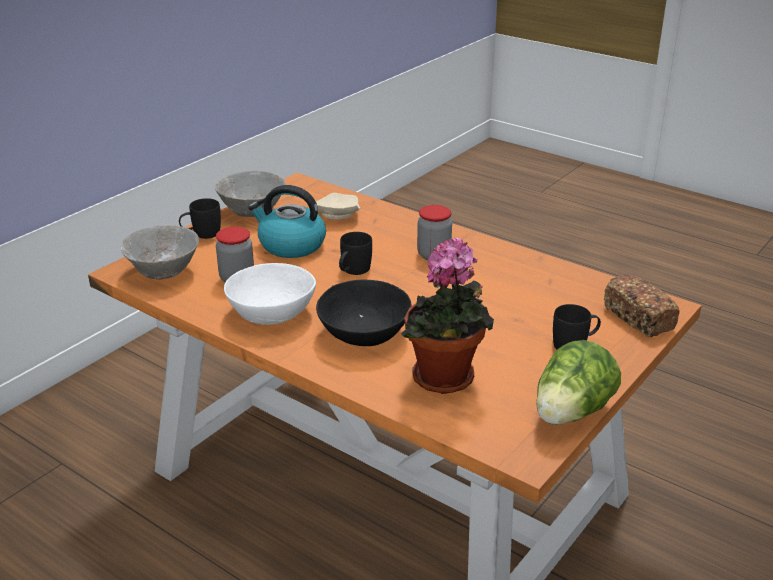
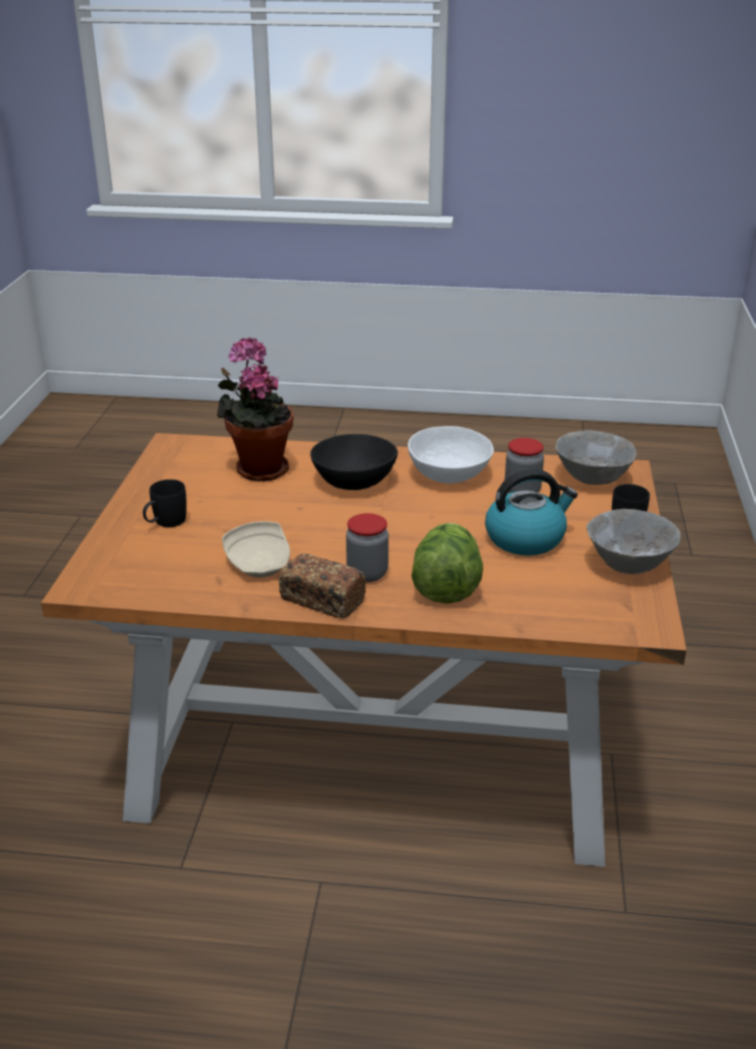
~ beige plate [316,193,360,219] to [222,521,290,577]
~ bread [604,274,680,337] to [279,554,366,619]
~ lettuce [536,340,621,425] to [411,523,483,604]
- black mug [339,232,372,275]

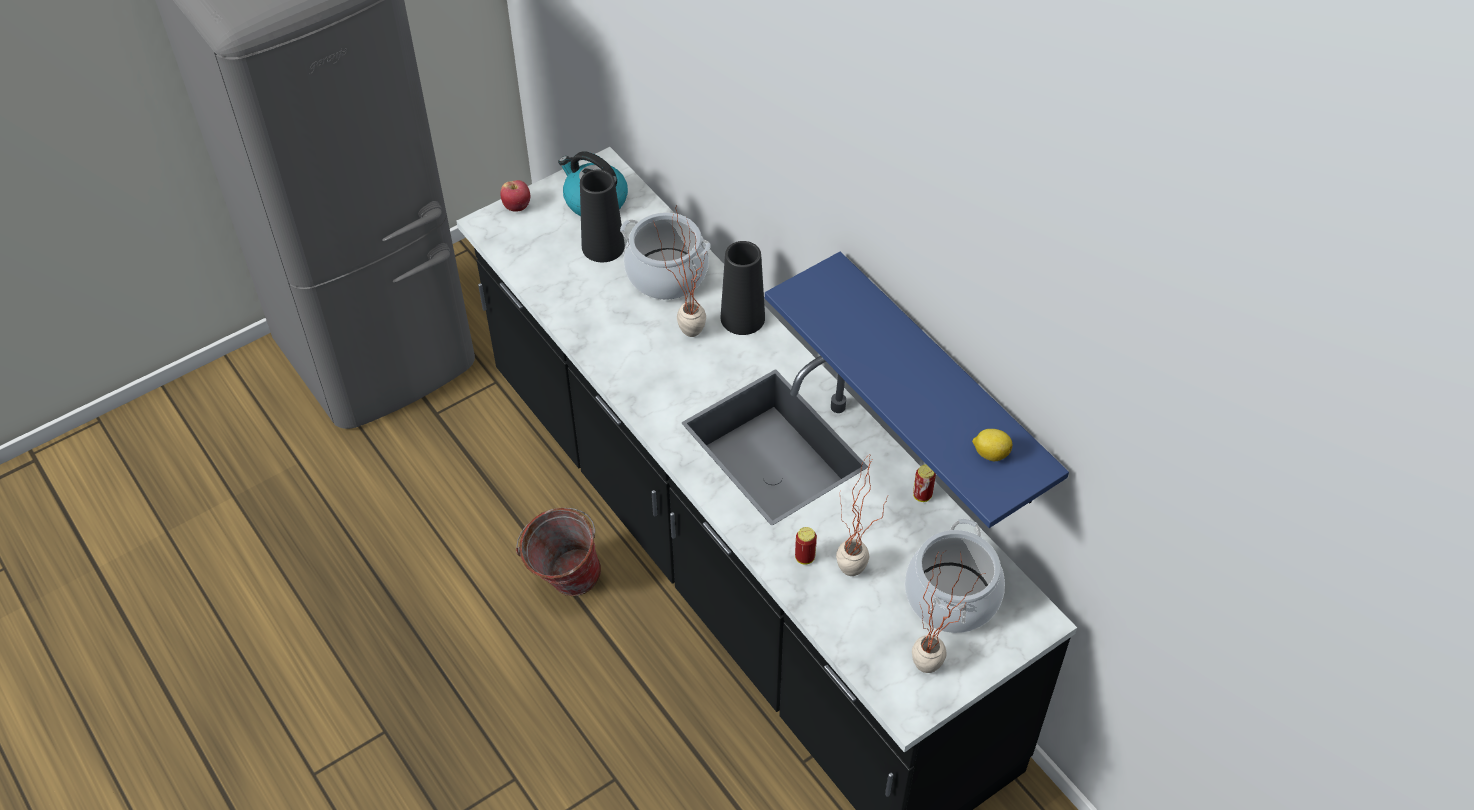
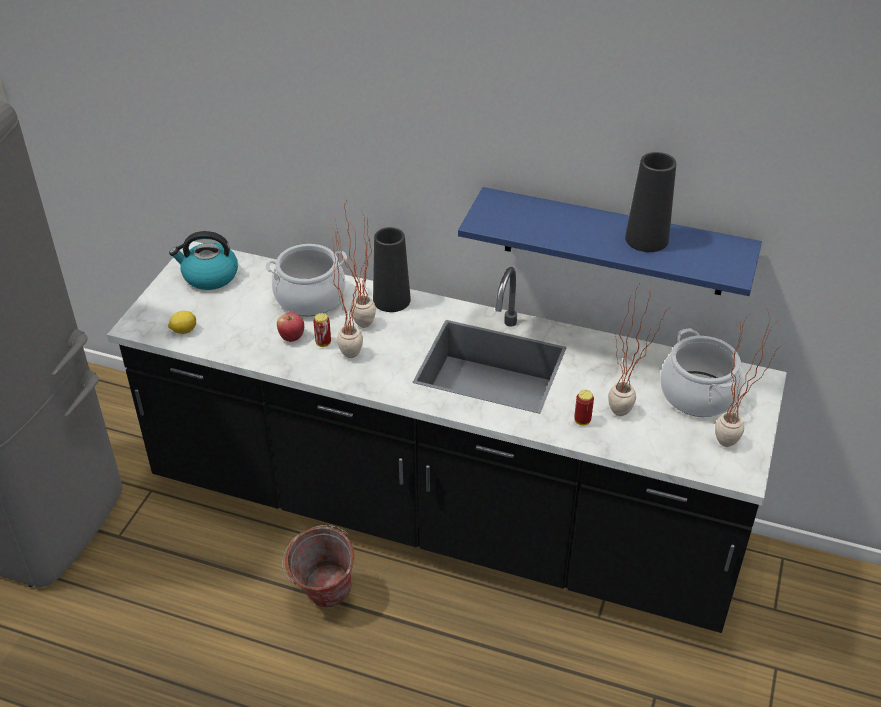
~ lemon [972,429,1012,461] to [168,311,196,334]
~ apple [500,180,530,212] to [277,312,304,342]
~ can [913,465,936,502] to [313,313,331,347]
+ potted plant [333,222,372,358]
~ black vase [580,170,625,262] to [625,152,676,252]

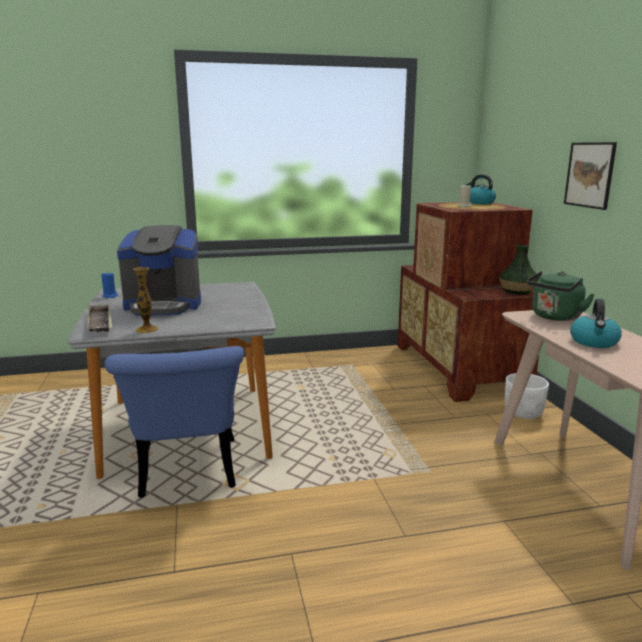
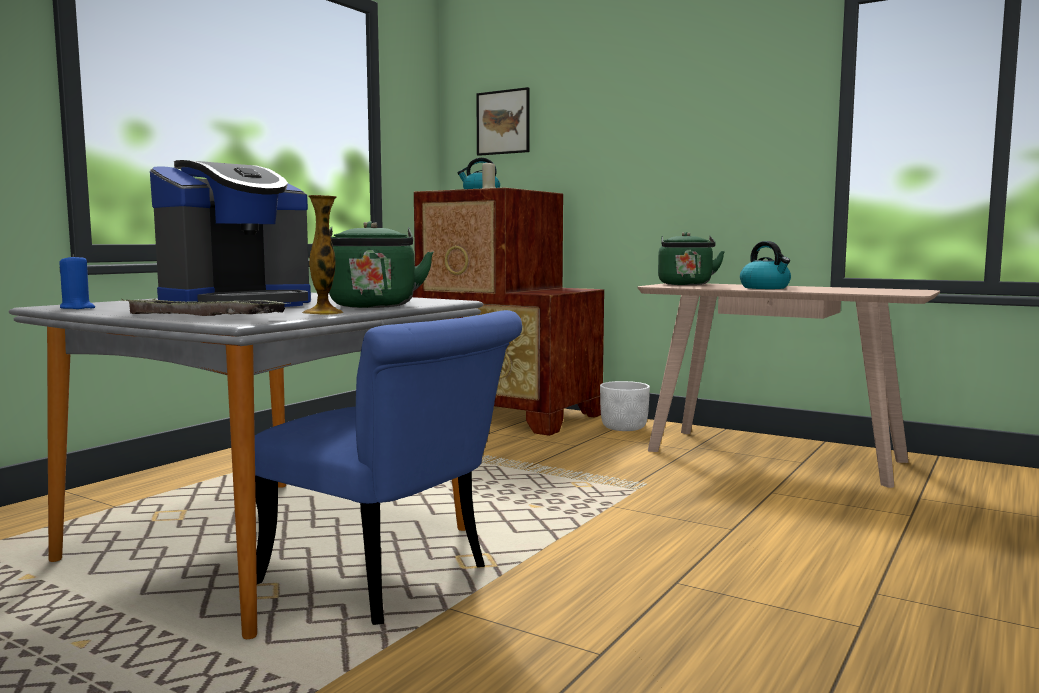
+ green kettle [329,221,434,308]
~ picture [564,142,617,210] to [476,87,530,156]
- vase [499,245,539,295]

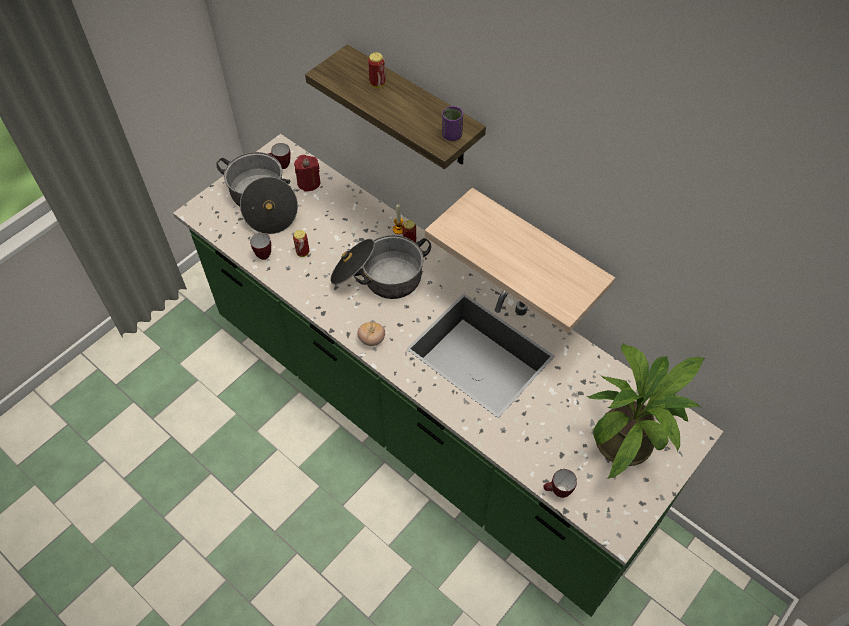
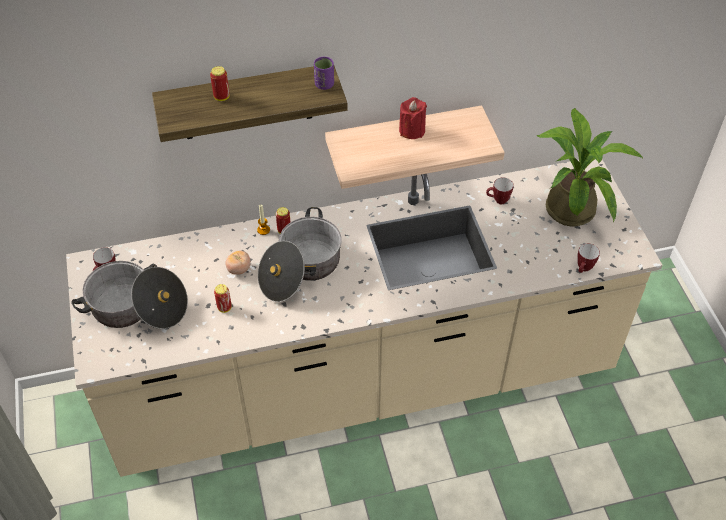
~ green counter [173,134,724,617] to beige counter [66,159,663,477]
~ tomato [357,322,385,346] to [225,250,251,275]
~ red candle [294,155,320,192] to [399,97,427,139]
~ mug [250,233,271,260] to [486,177,514,205]

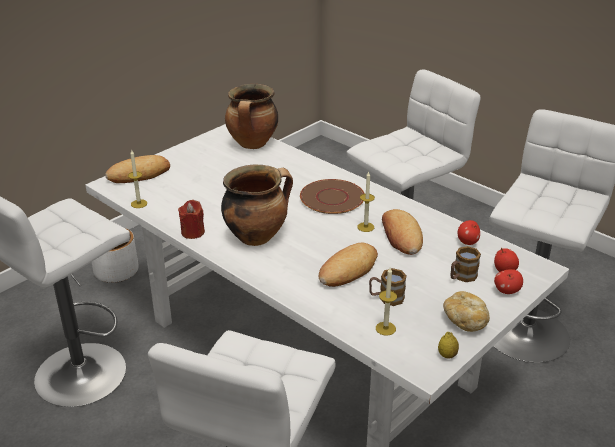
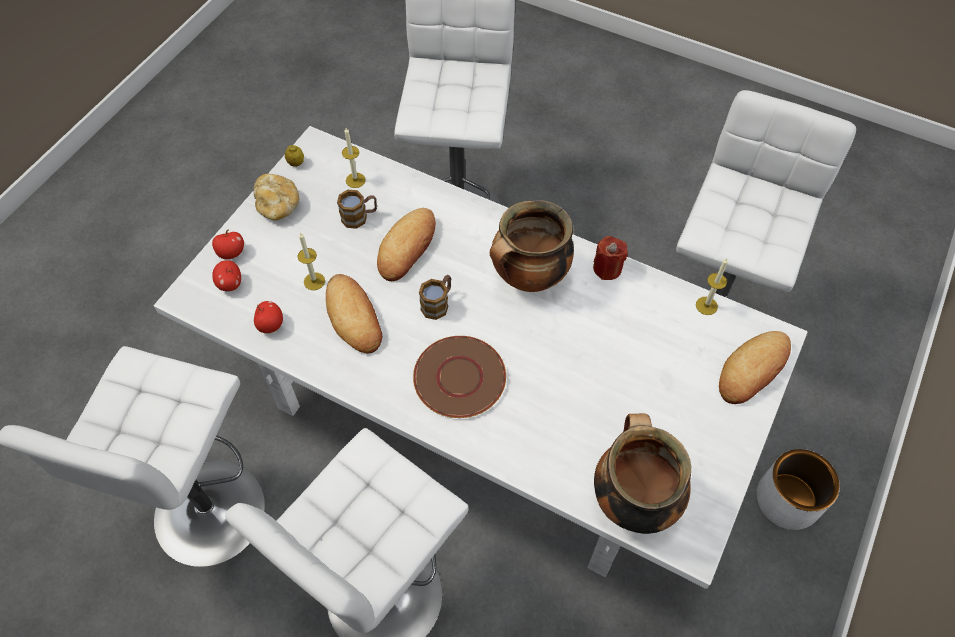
~ candle [357,172,375,232] to [298,232,325,290]
~ mug [450,246,481,282] to [419,275,451,320]

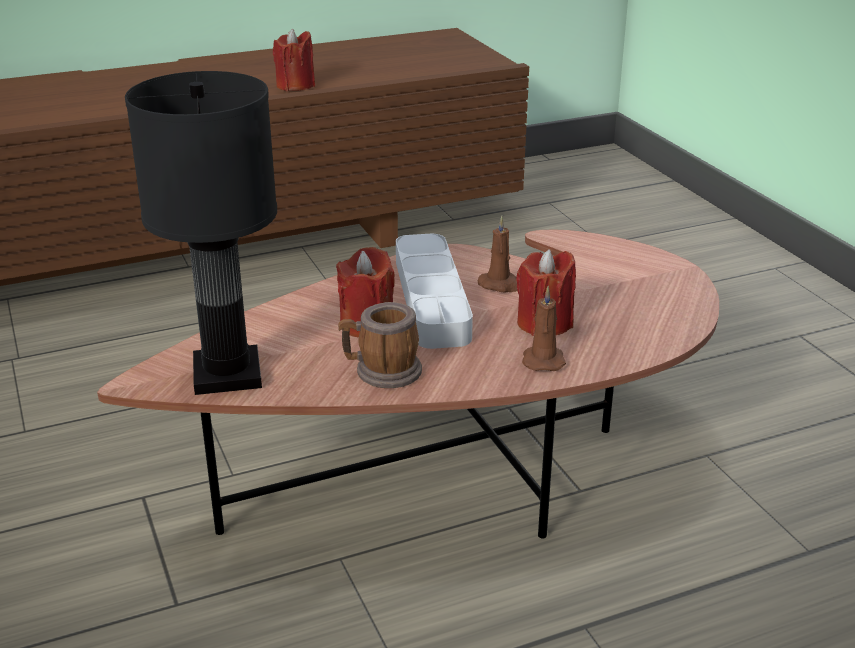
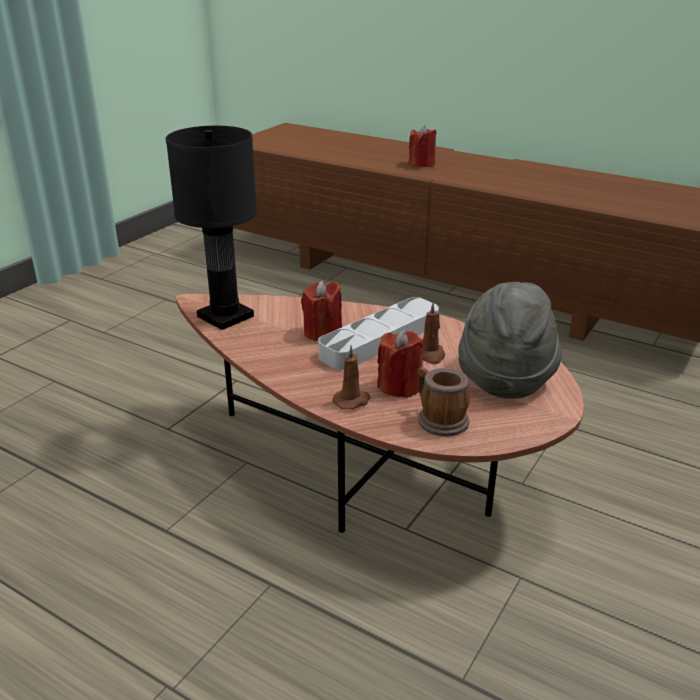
~ red candle [273,28,315,91] to [409,125,437,167]
~ mug [338,302,422,388] to [417,367,470,437]
+ grey hat [459,282,562,399]

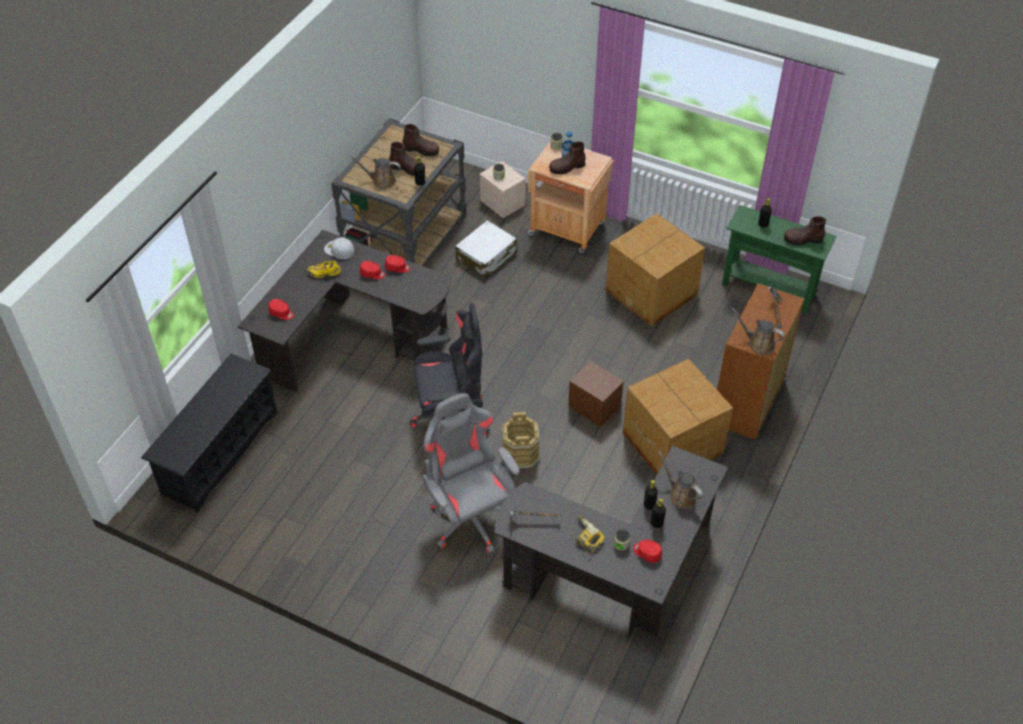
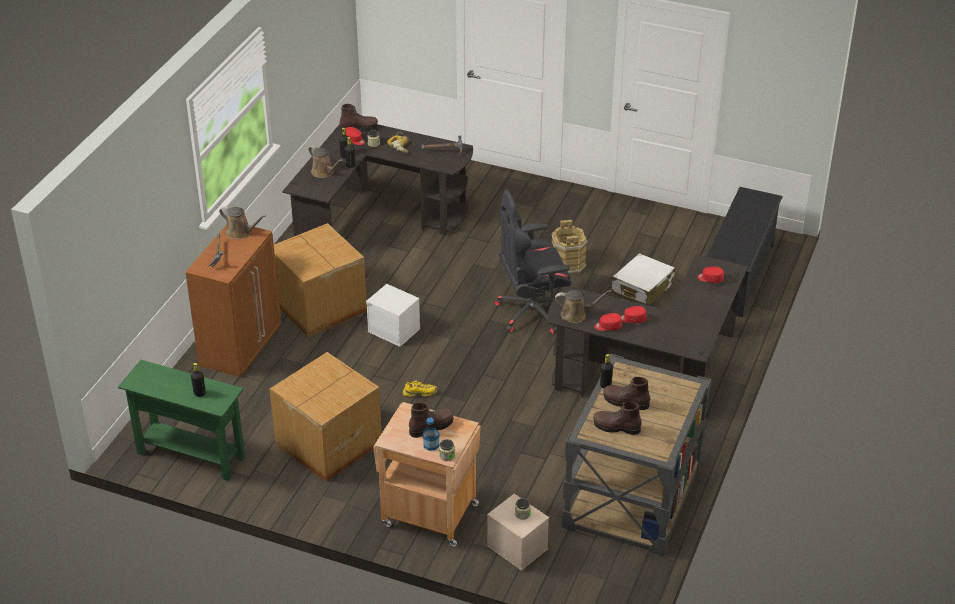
~ brown boot [784,216,826,245] to [340,104,378,131]
~ brown storage box [568,361,624,427] to white storage box [366,284,420,347]
~ yellow shoe [307,261,341,278] to [403,381,437,398]
~ brown bucket [501,412,540,469] to [551,220,588,274]
~ brown watering can [349,155,401,189] to [555,290,612,323]
~ white suitcase [455,220,517,278] to [611,253,675,306]
- white cap [324,237,355,260]
- grey office chair [422,393,520,553]

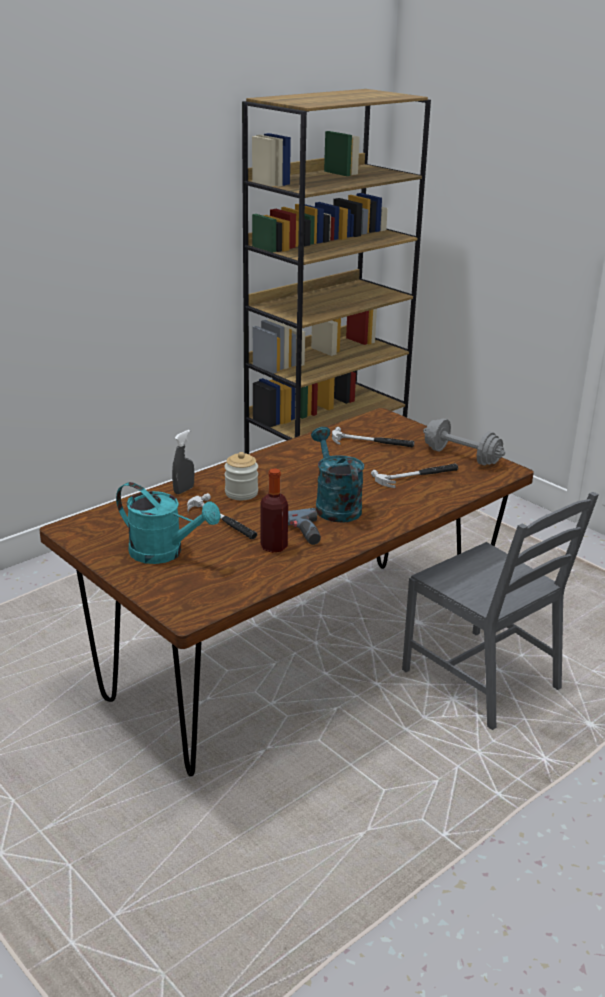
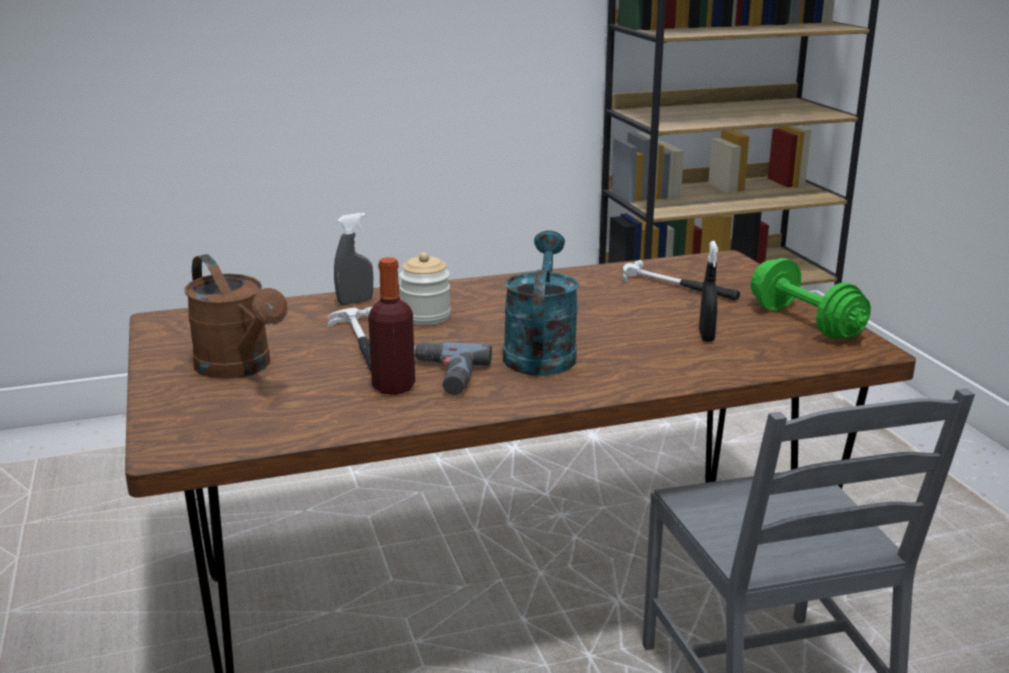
~ turquoise watering can [116,482,221,564] to brown watering can [185,254,288,379]
~ hammer [371,463,458,488] to black spray bottle [699,241,718,342]
~ grey dumbbell [423,418,505,465] to green dumbbell [751,258,871,339]

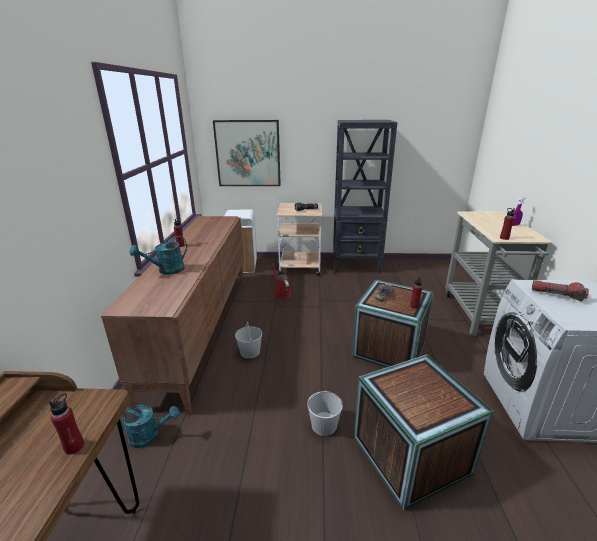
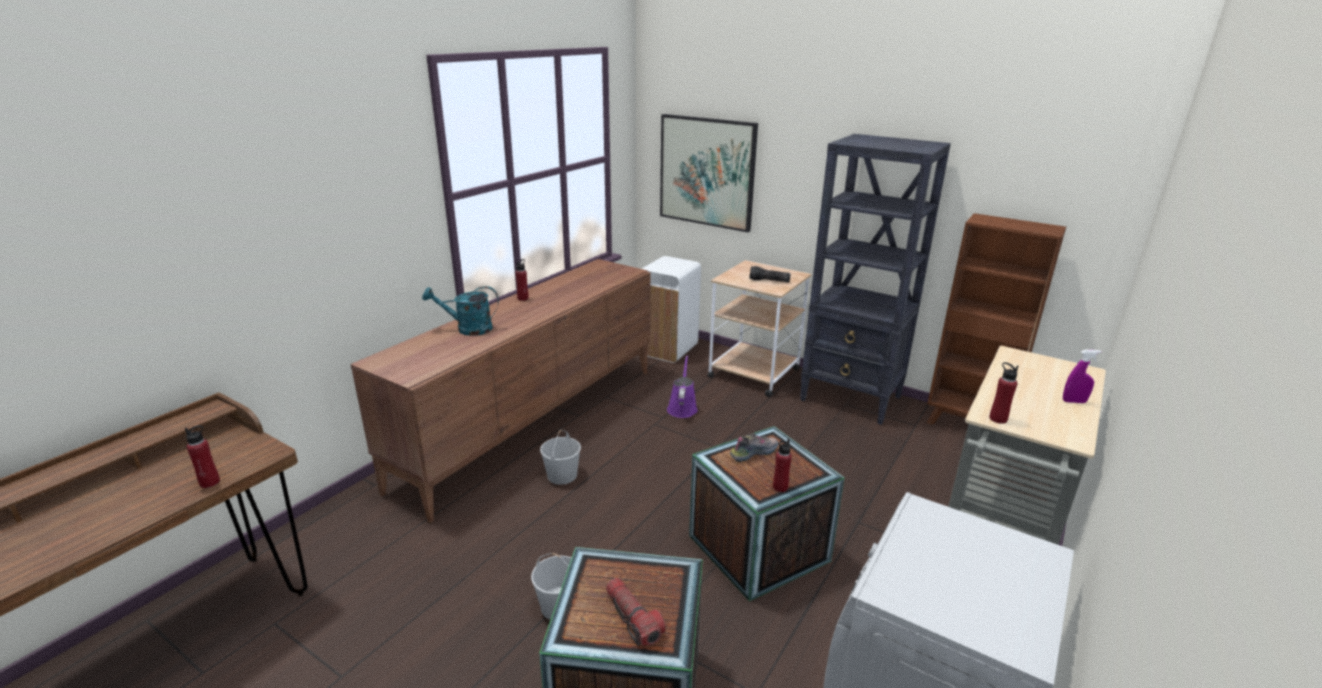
~ flashlight [532,280,589,301] to [606,578,666,646]
~ red watering can [272,263,292,299] to purple watering can [667,356,698,418]
+ brown bookcase [927,213,1066,425]
- turquoise watering can [121,405,180,448]

